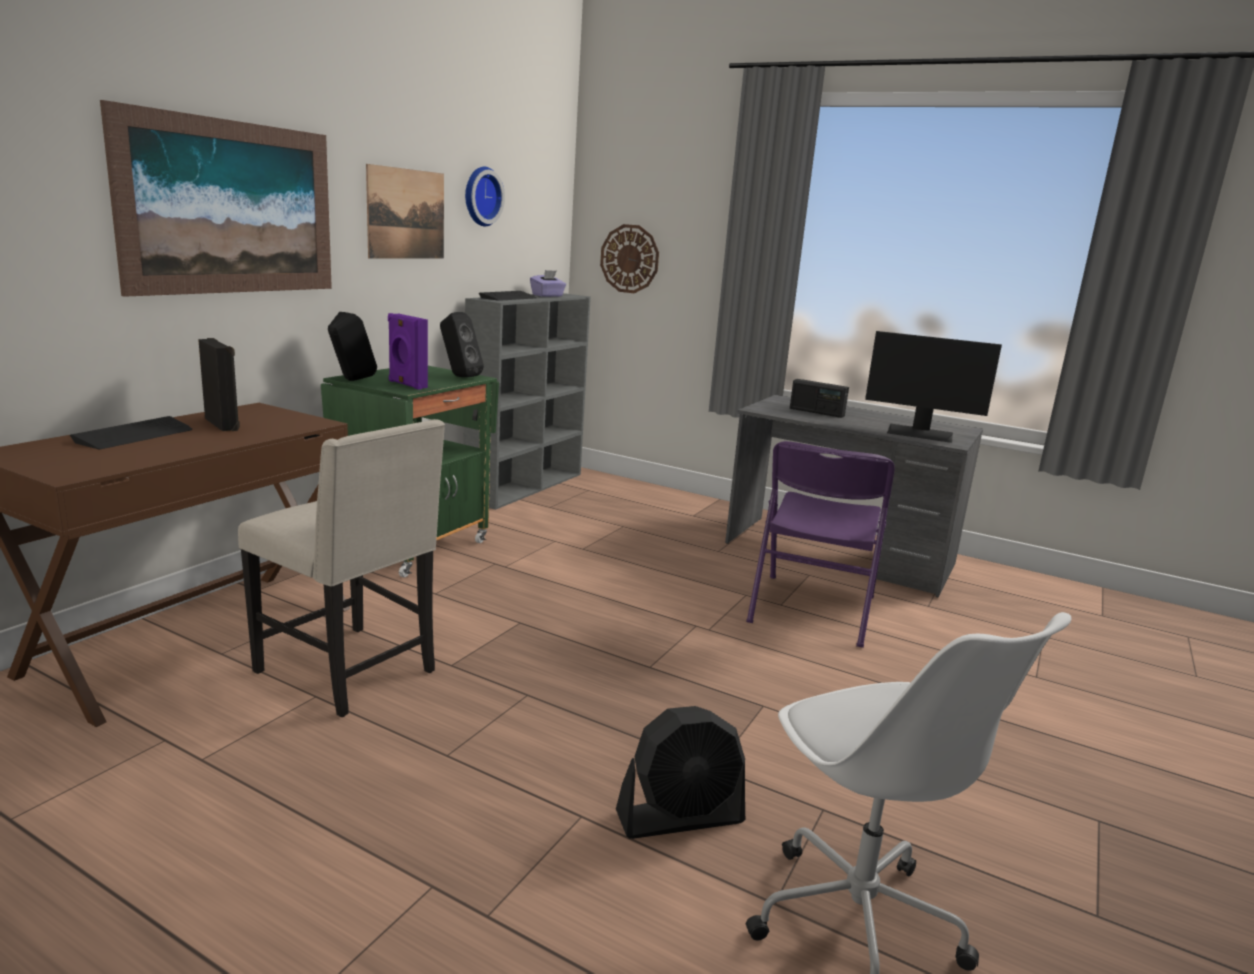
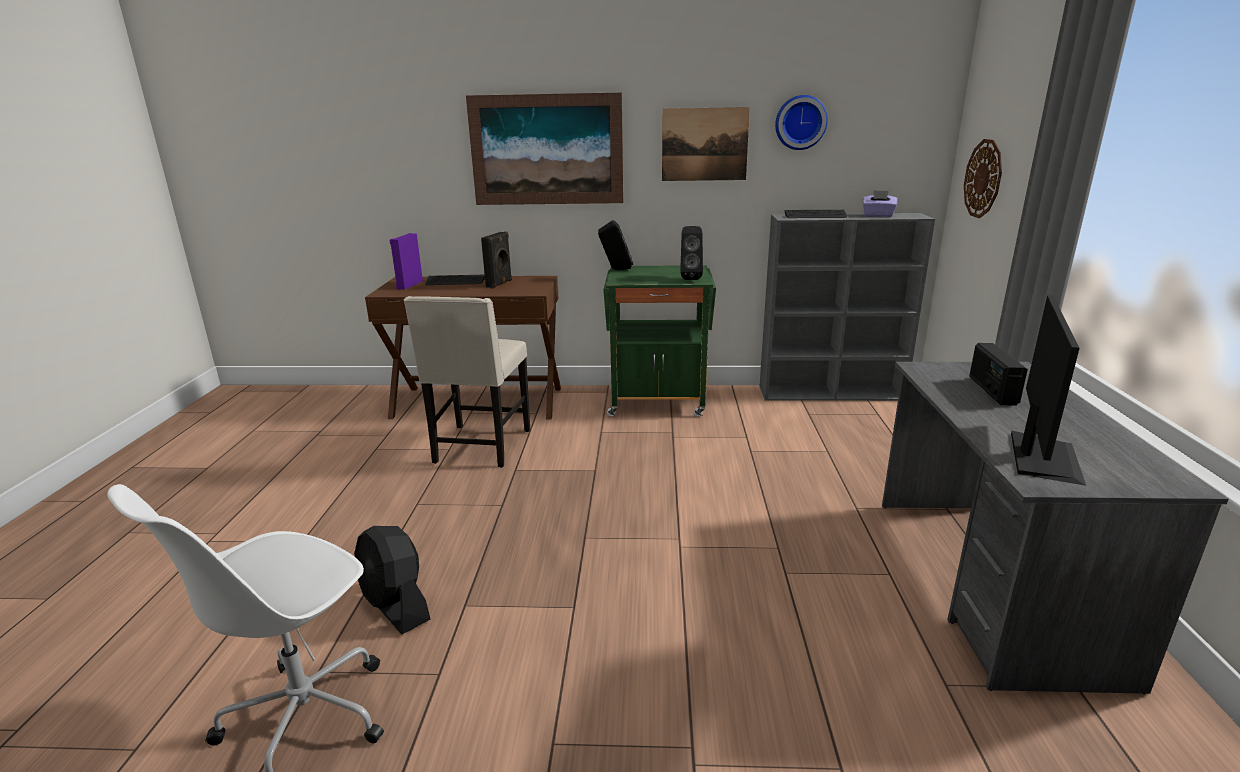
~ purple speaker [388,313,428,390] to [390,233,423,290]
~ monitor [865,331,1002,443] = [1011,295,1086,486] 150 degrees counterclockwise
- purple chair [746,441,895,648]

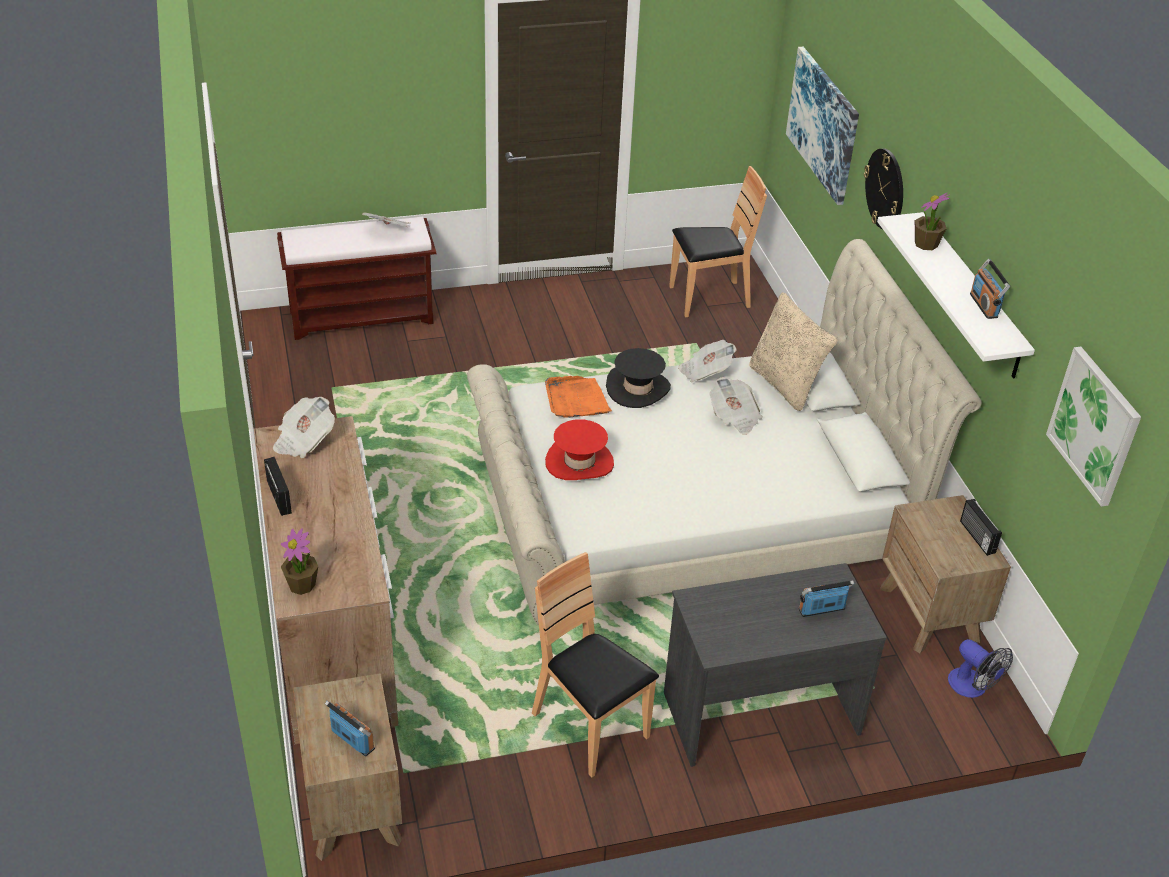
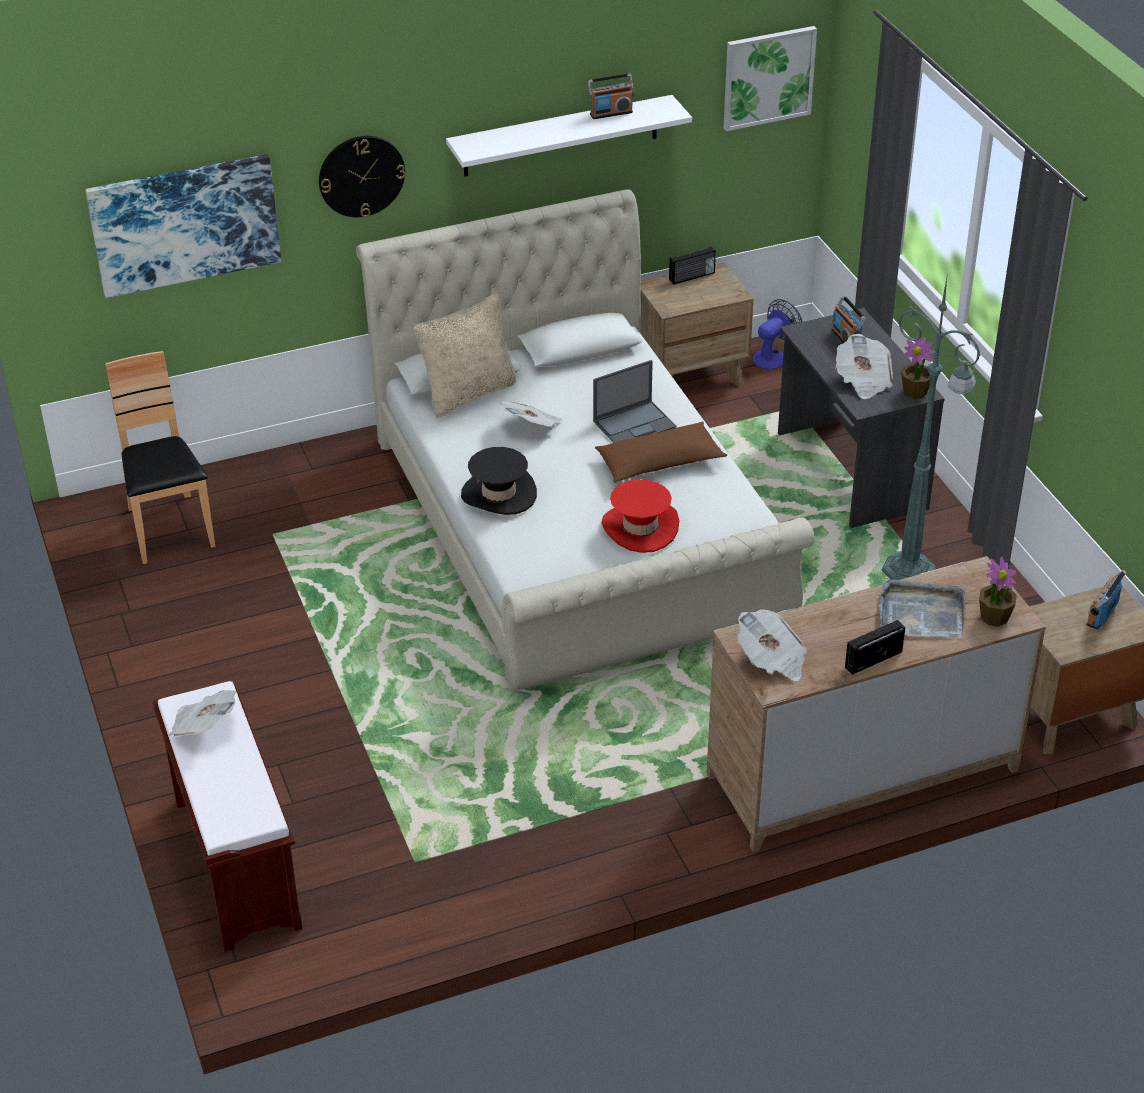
+ laptop [593,360,676,443]
+ brown pillow [595,422,727,483]
~ newspaper [678,340,737,382] to [836,334,893,399]
+ grey tray [879,579,965,638]
~ brown chair [532,552,659,777] to green floor lamp [881,278,980,580]
~ potted plant [915,193,950,250] to [901,336,935,399]
- orange tray [545,376,612,418]

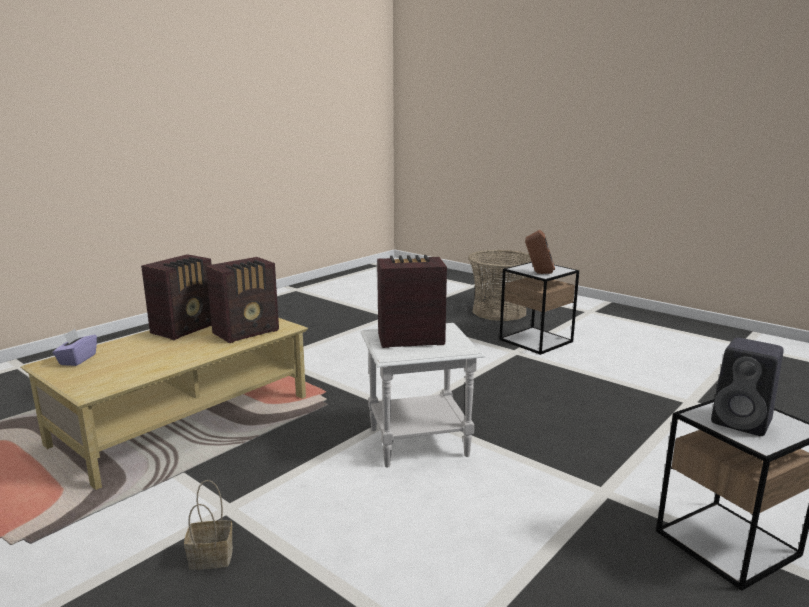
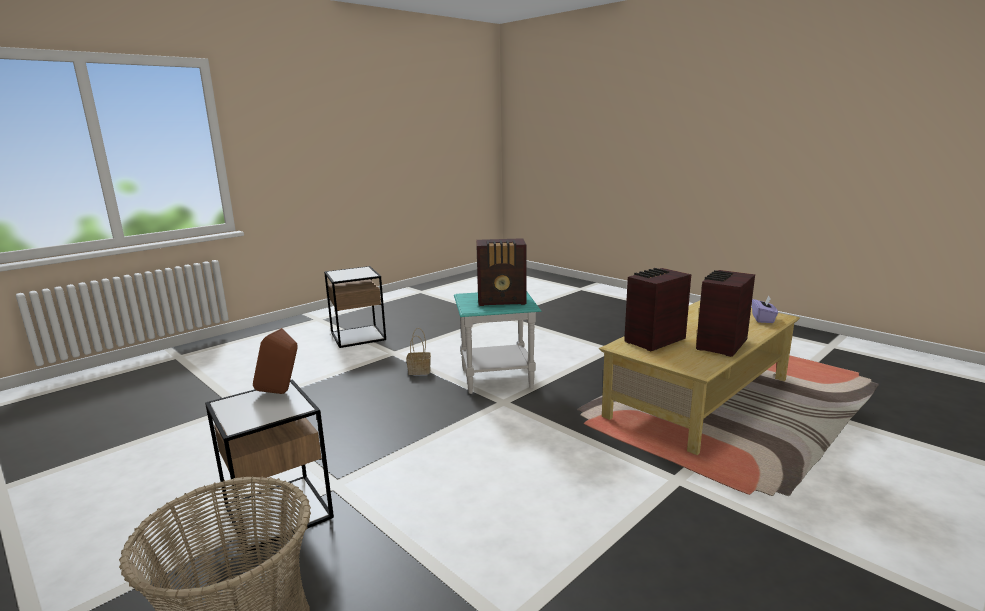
~ basket [184,480,233,570] to [406,328,431,375]
~ white side table [361,323,485,467] to turquoise side table [454,292,541,394]
- black speaker [711,337,784,436]

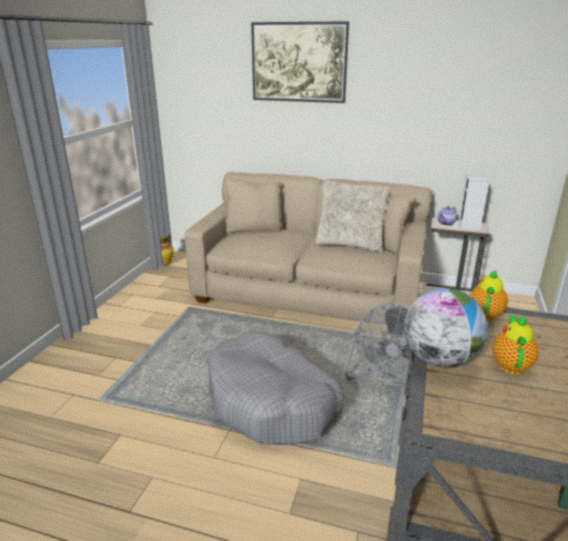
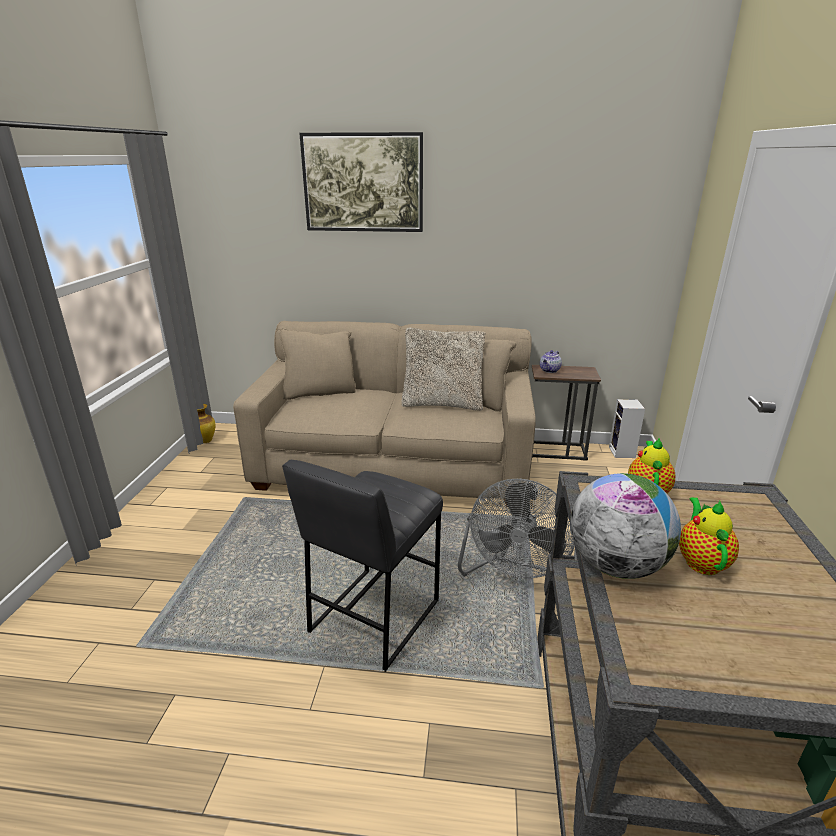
~ grey dog bed [207,332,344,445] to grey stool [282,460,443,672]
~ speaker [458,175,489,231] to [609,399,645,458]

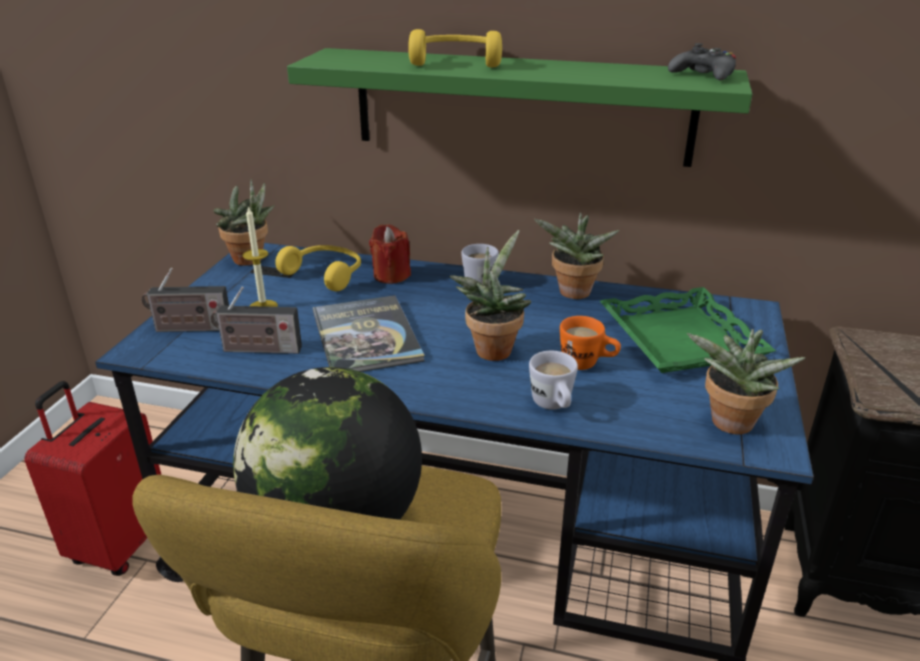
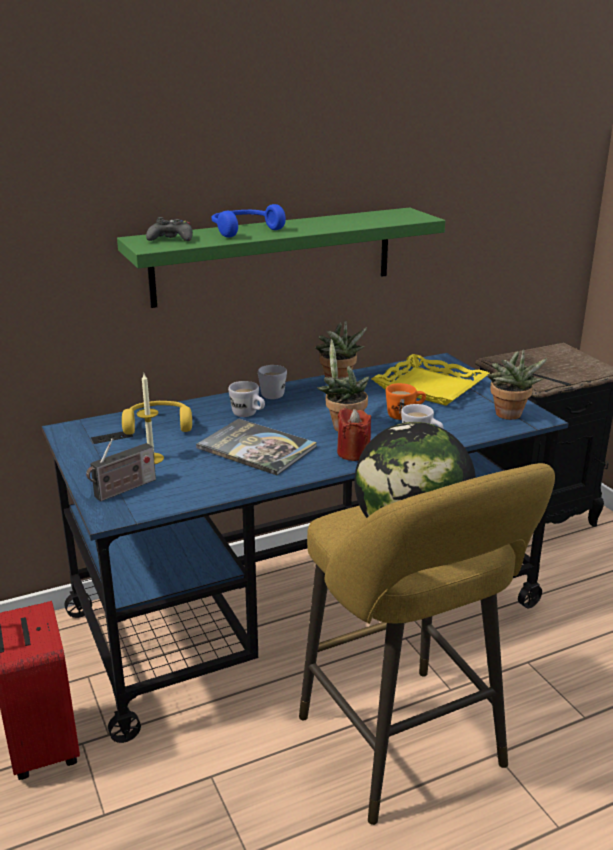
~ black game controller [668,43,736,80] to [146,217,193,241]
~ yellow headphones [408,29,502,67] to blue headphones [212,204,286,238]
+ white mug [228,381,265,417]
~ red candle [369,224,411,284] to [337,408,371,461]
~ green tray [600,287,776,373] to yellow tray [371,354,490,406]
- radio [211,286,302,354]
- potted plant [213,179,275,266]

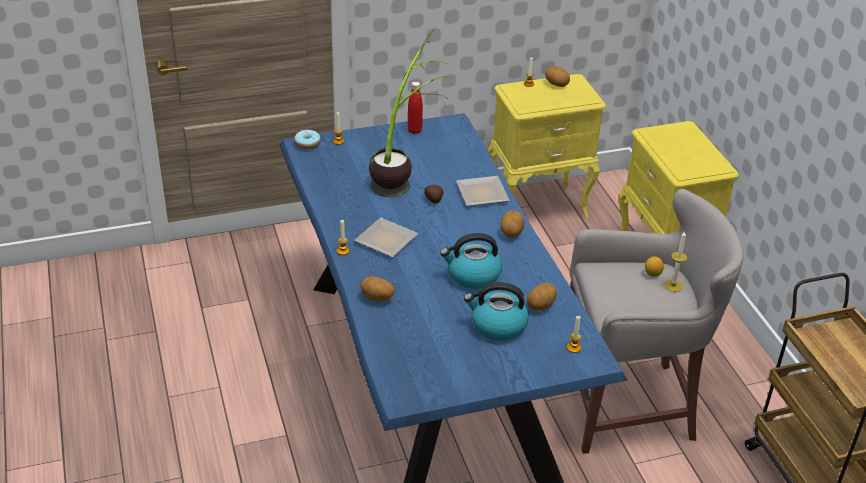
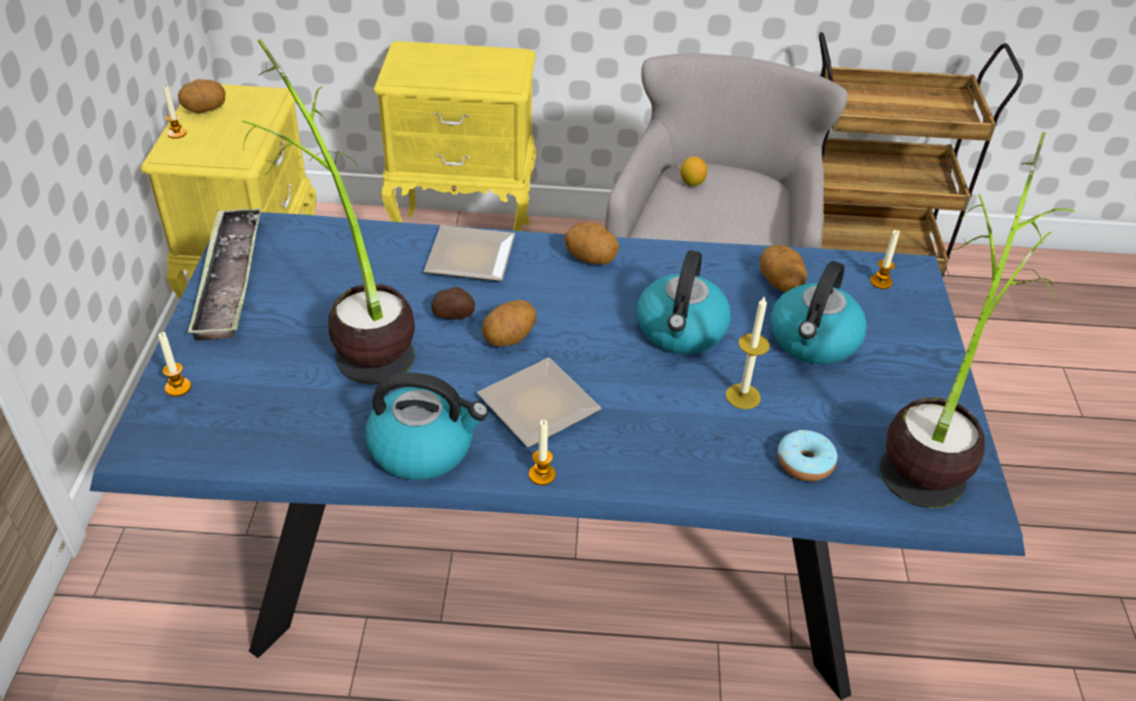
~ red bottle [408,82,423,134] to tray [187,208,262,340]
+ kettle [365,372,488,480]
~ potato [361,276,395,301] to [482,300,536,346]
~ candle [664,231,687,292] to [726,295,770,409]
~ donut [294,130,321,149] to [777,430,838,481]
+ potted plant [880,132,1075,508]

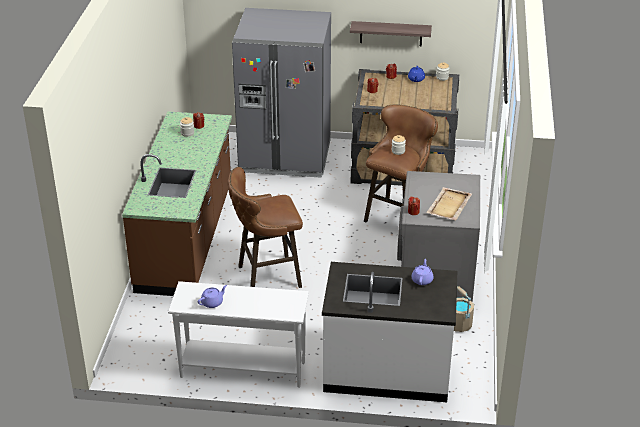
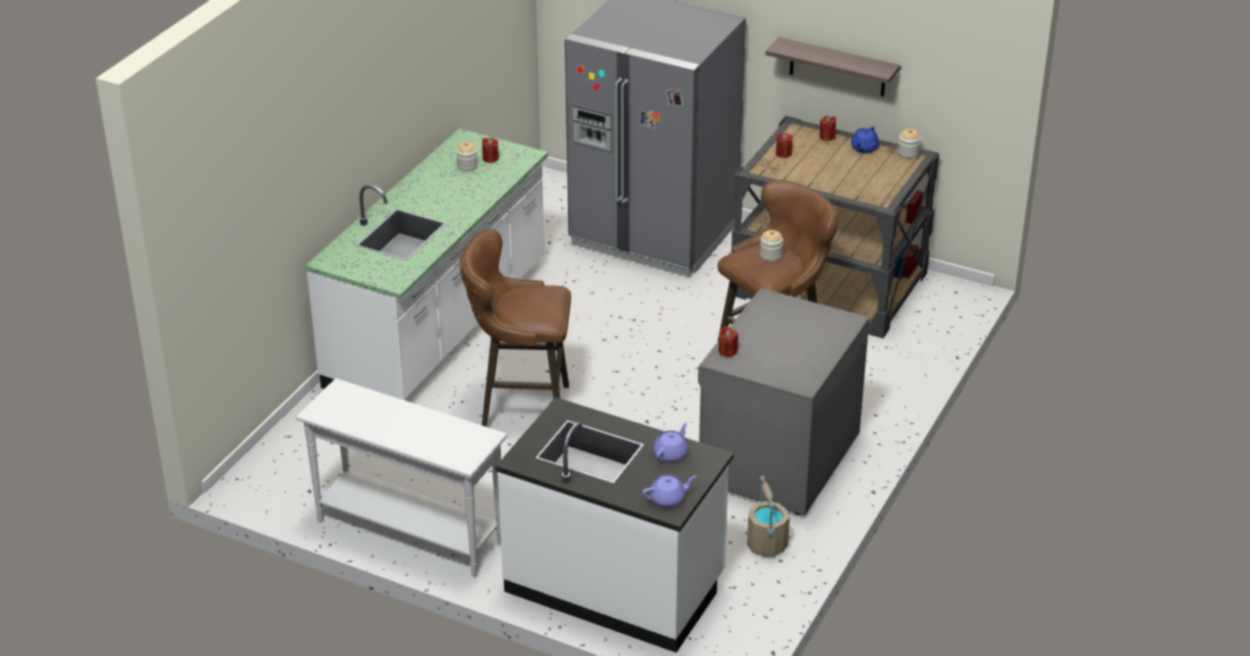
~ brown counter [122,112,232,296] to white counter [305,128,548,400]
~ purple teapot [198,285,227,308] to [642,474,696,507]
- beige tray [426,187,472,220]

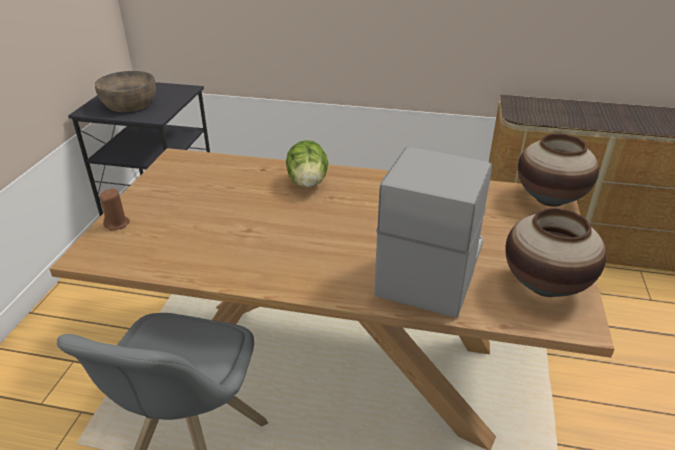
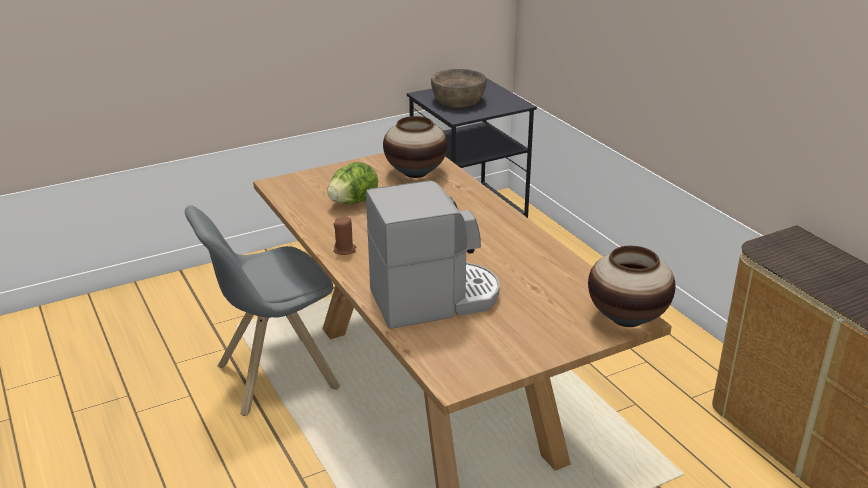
~ lettuce [286,140,328,188] to [327,162,378,204]
~ brown candle [99,188,130,231] to [333,217,356,255]
~ vase [505,208,607,297] to [383,116,447,178]

